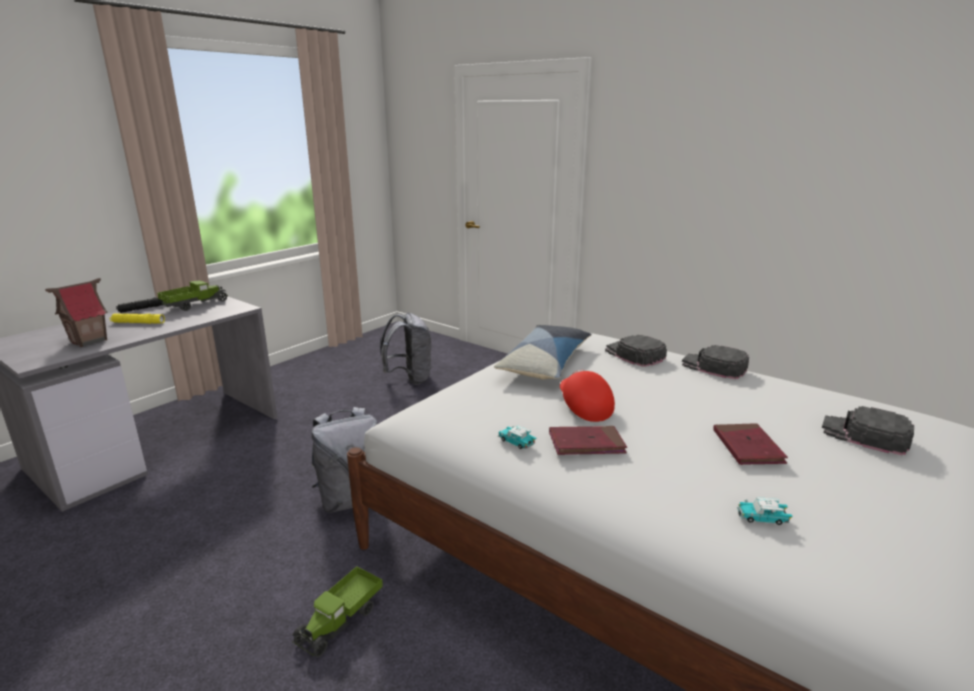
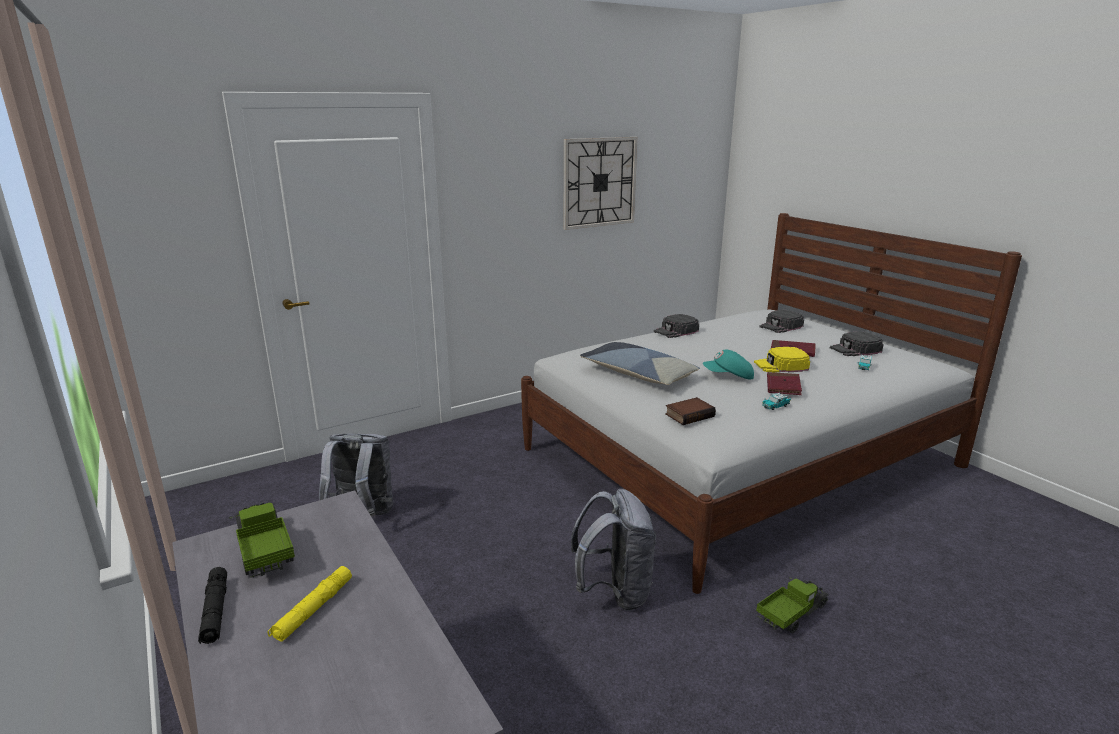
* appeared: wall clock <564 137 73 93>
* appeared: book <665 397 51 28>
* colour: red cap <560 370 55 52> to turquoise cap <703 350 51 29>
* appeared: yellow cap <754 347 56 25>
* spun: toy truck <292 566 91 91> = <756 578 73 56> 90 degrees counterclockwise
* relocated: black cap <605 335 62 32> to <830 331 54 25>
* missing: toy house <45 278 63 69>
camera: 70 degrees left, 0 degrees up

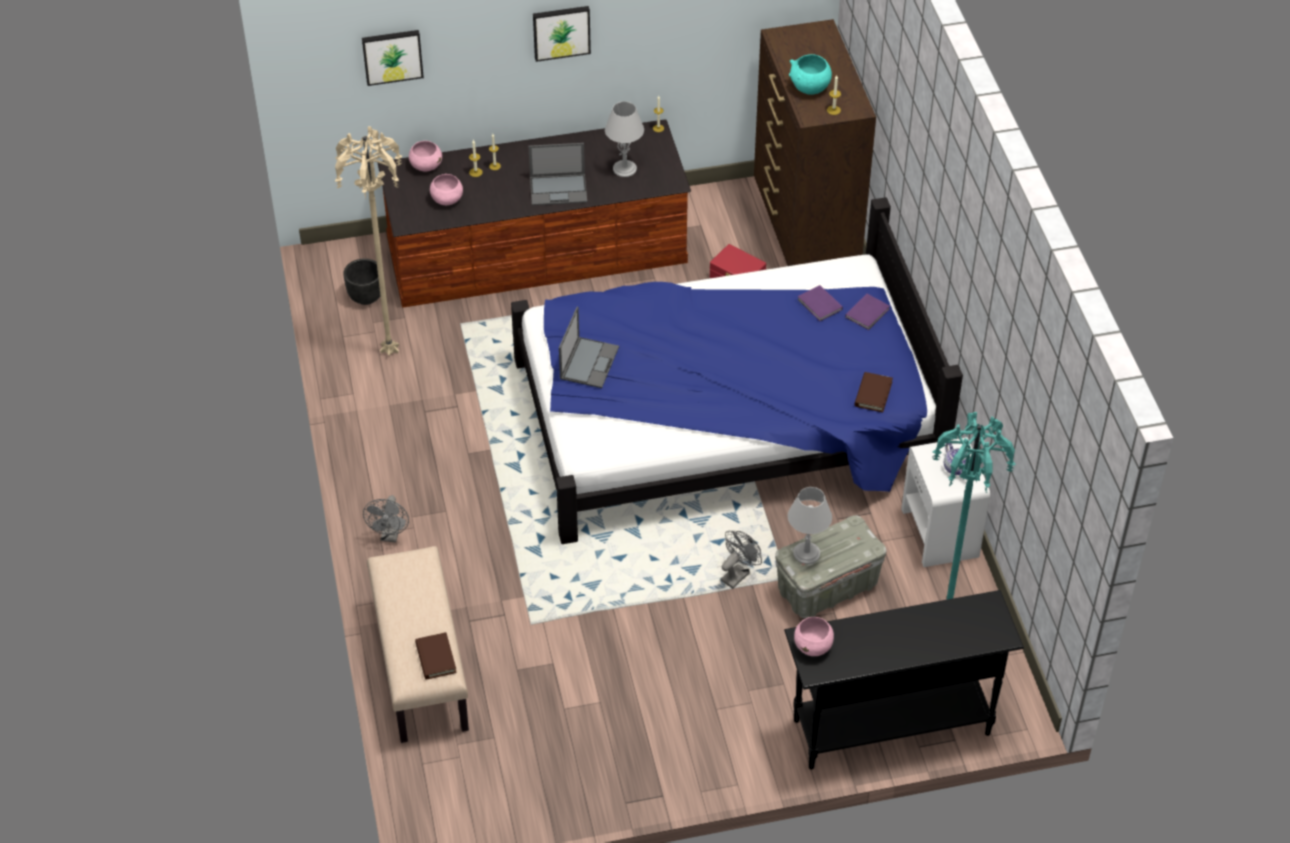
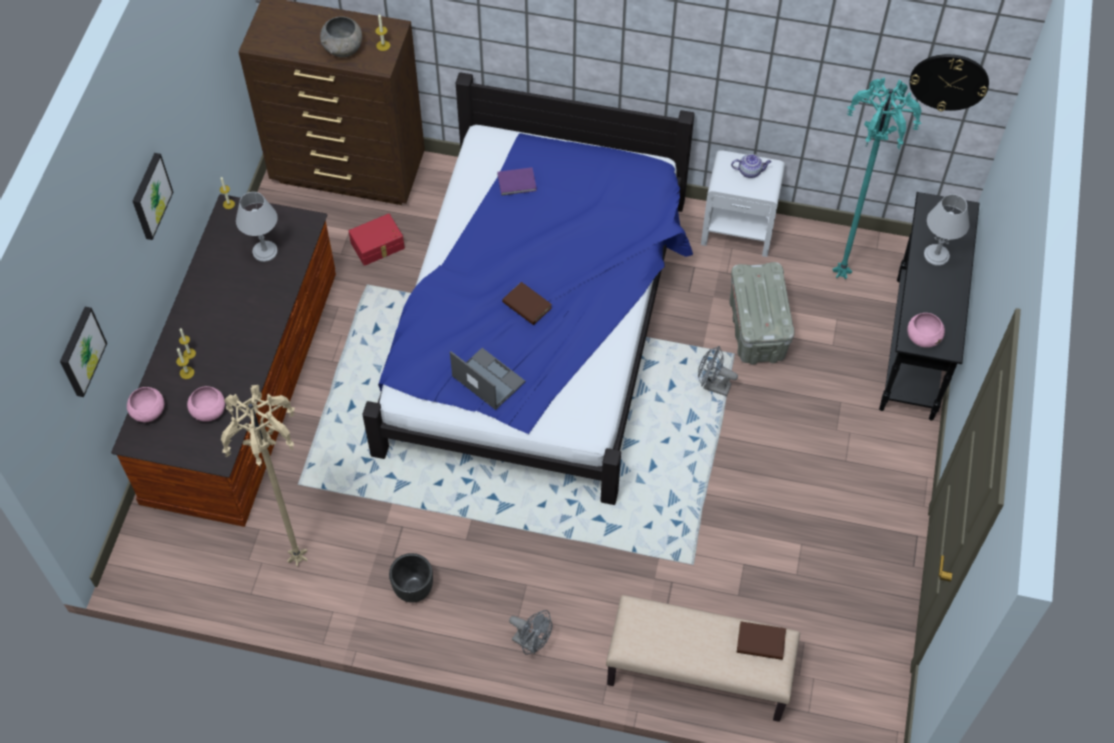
* colour: turquoise bowl <789 54 43 41> to grey bowl <320 17 42 41>
* relocated: black planter <343 258 37 47> to <389 553 44 50>
* relocated: brown book <855 372 38 40> to <502 282 50 43>
* spun: grey fan <721 531 41 58> = <698 346 40 50> 45 degrees counterclockwise
* appeared: wall clock <909 54 80 57>
* relocated: grey table lamp <788 487 44 77> to <924 194 46 72>
* missing: laptop <528 143 59 62>
* missing: purple book <845 294 45 36>
camera: 65 degrees left, 10 degrees up

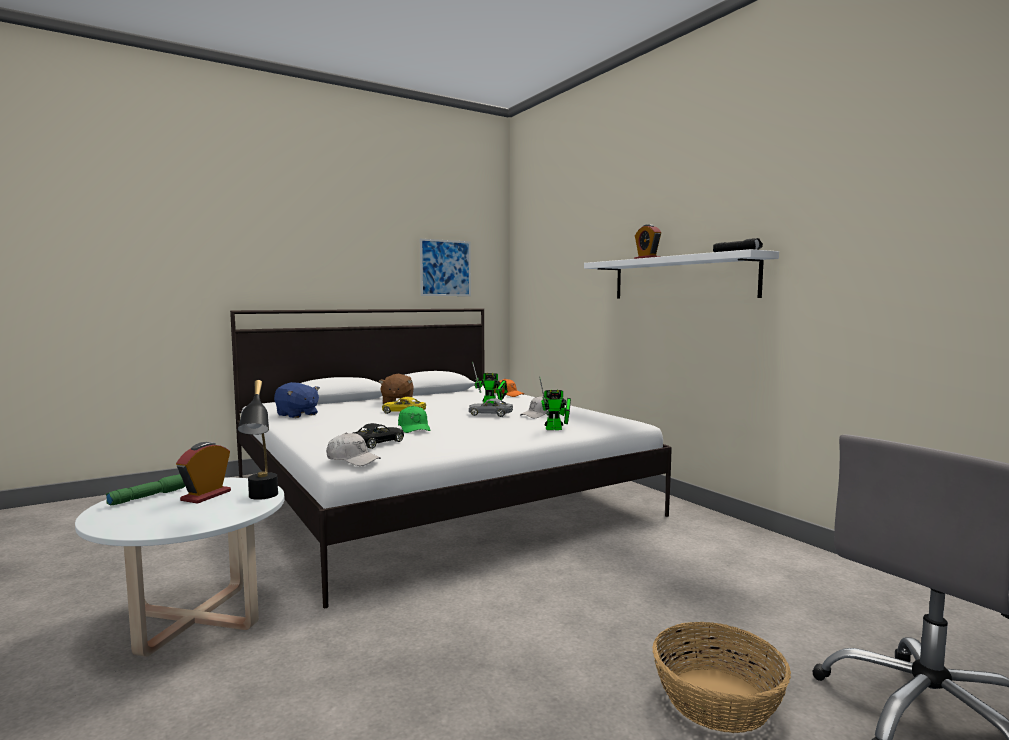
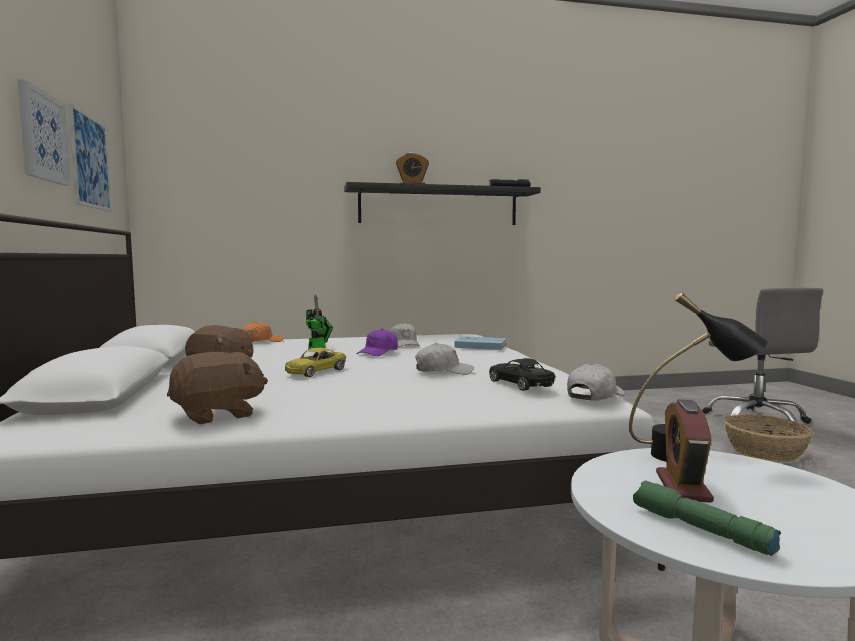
* appeared: picture <18 80 53 106>
* colour: blue plush toy <274 382 46 36> to brown plush toy <167 352 101 72>
* colour: white shelf <584 249 195 50> to black shelf <344 182 197 43>
* exchanged: grey toy car <469 398 44 19> to purple cap <357 329 41 27>
* colour: green cap <398 406 32 27> to white cap <415 343 59 32>
* exchanged: toy robot <539 377 32 53> to blue book <454 336 53 14>
* spun: alarm clock <176 442 55 62> = <656 399 58 104> 60 degrees clockwise
camera: 70 degrees left, 0 degrees up

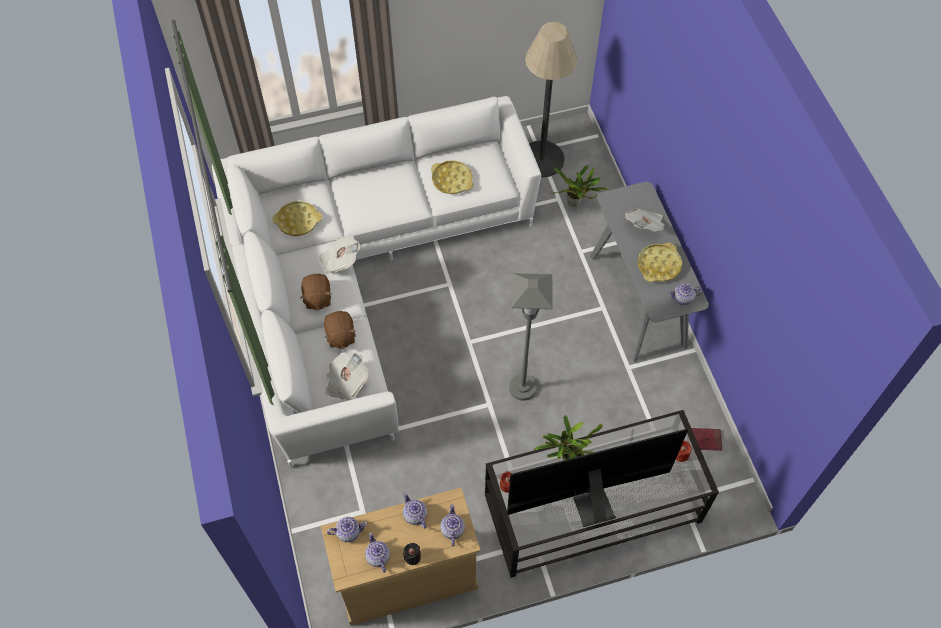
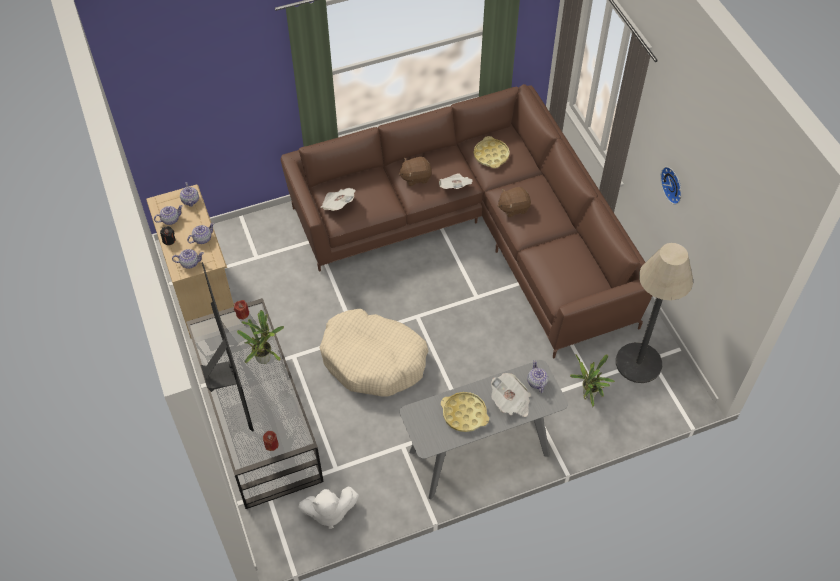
* colour: white sofa <212 96 329 372> to brown sofa <281 84 371 275>
* exchanged: red book <691 428 32 23> to white plush toy <299 486 60 43>
* exchanged: grey floor lamp <509 273 44 128> to beige dog bed <320 309 108 88>
* relocated: brown plush toy <324 311 32 38> to <497 187 34 30>
* relocated: teapot <668 283 35 22> to <527 360 21 33>
* appeared: wall clock <660 167 22 37>
* missing: yellow tray <431 160 42 34>
camera: 85 degrees right, 5 degrees down

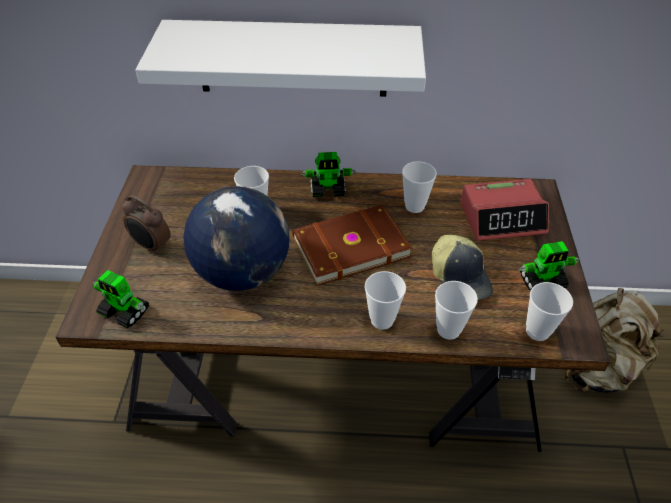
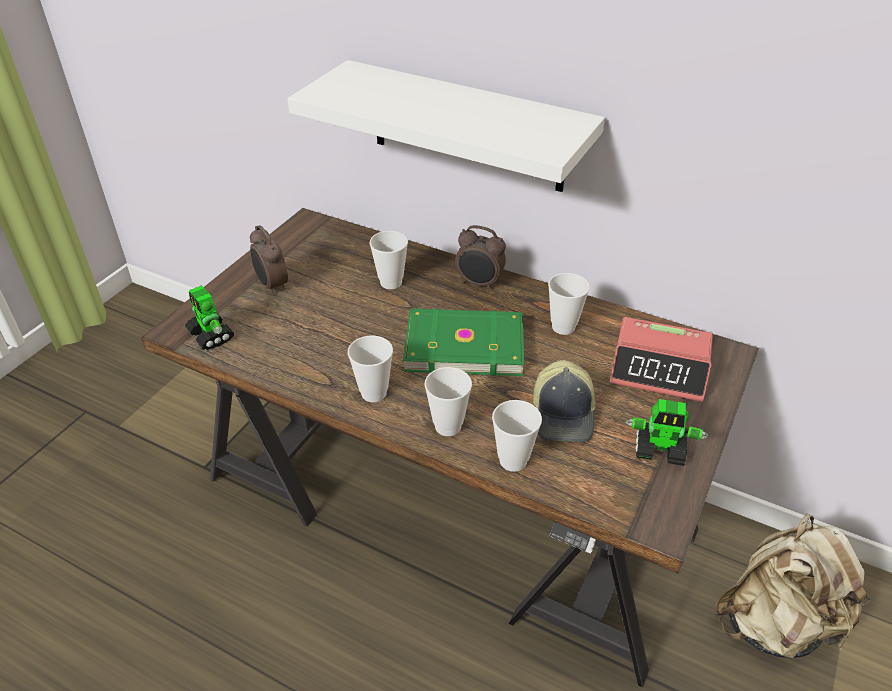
* relocated: cup <526 282 47 59> to <348 336 45 66>
* colour: brown book <292 204 120 82> to green book <403 308 121 68>
* exchanged: toy robot <301 152 55 45> to alarm clock <455 225 51 65>
* missing: globe <183 186 106 105>
camera: 25 degrees right, 5 degrees down

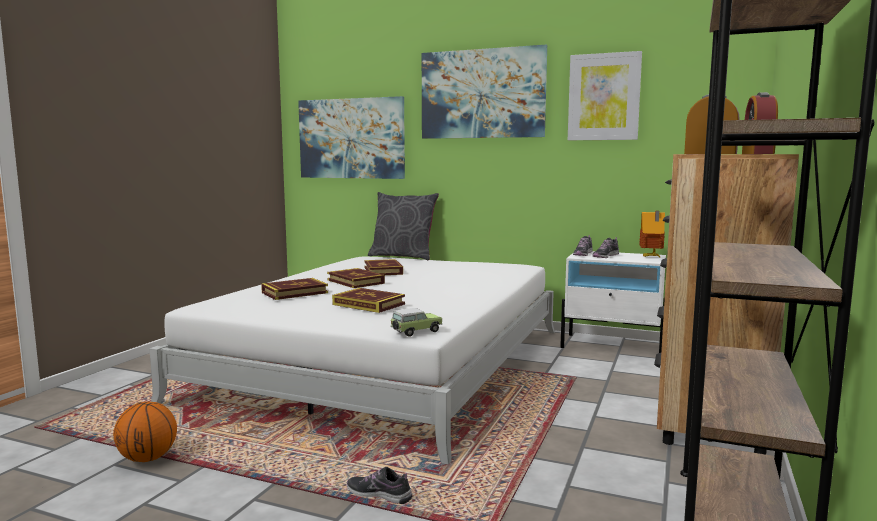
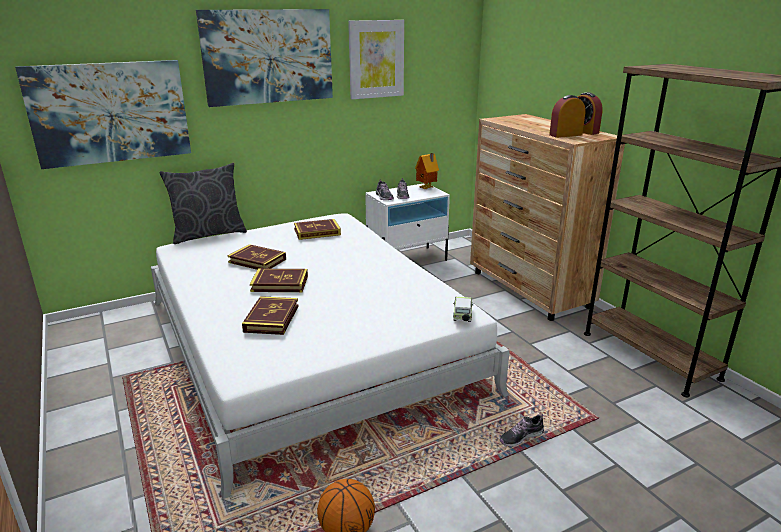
* relocated: book <332 288 73 25> to <294 219 47 21>
camera: 50 degrees left, 15 degrees up

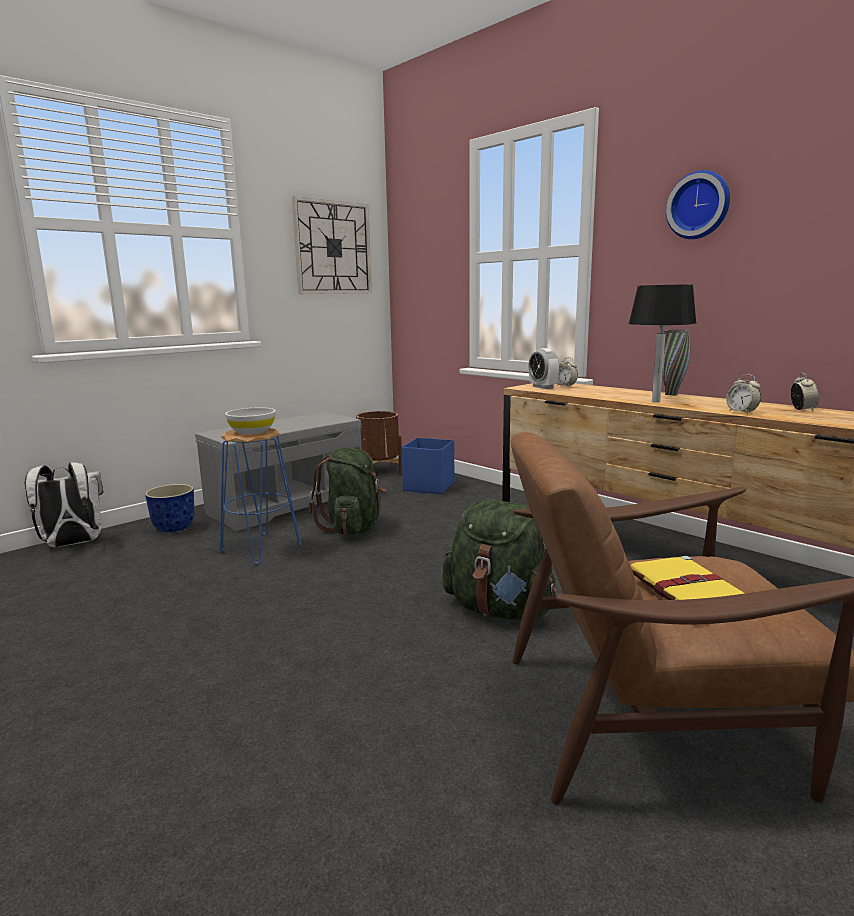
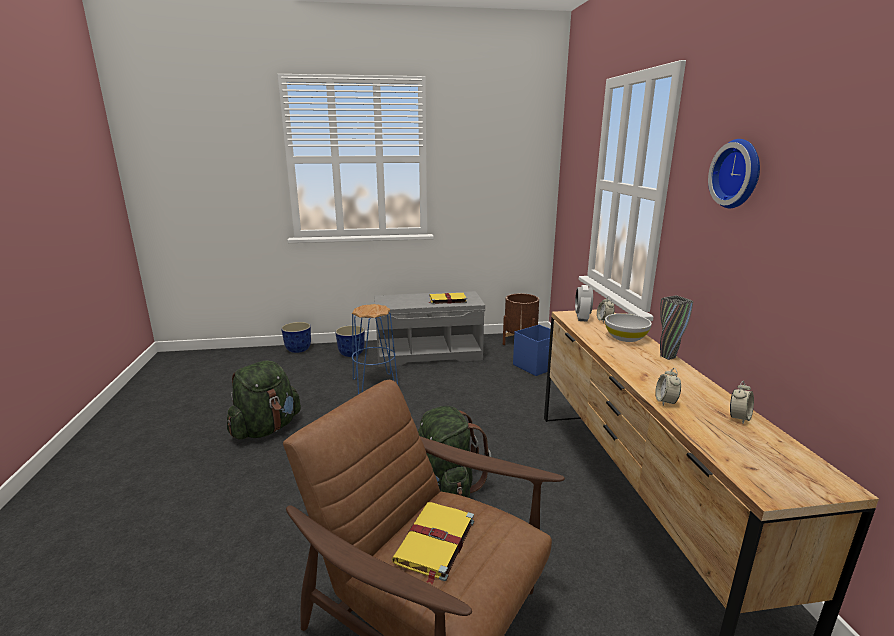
* relocated: green backpack <309 447 78 88> to <227 360 74 80>
* exchanged: white backpack <24 462 79 85> to planter <281 322 30 31>
* appeared: yellow book <429 293 38 11>
* relocated: white bowl <225 408 51 26> to <605 313 47 29>
* missing: wall clock <292 196 80 98>
* missing: black table lamp <628 284 69 118>
camera: 35 degrees right, 5 degrees up

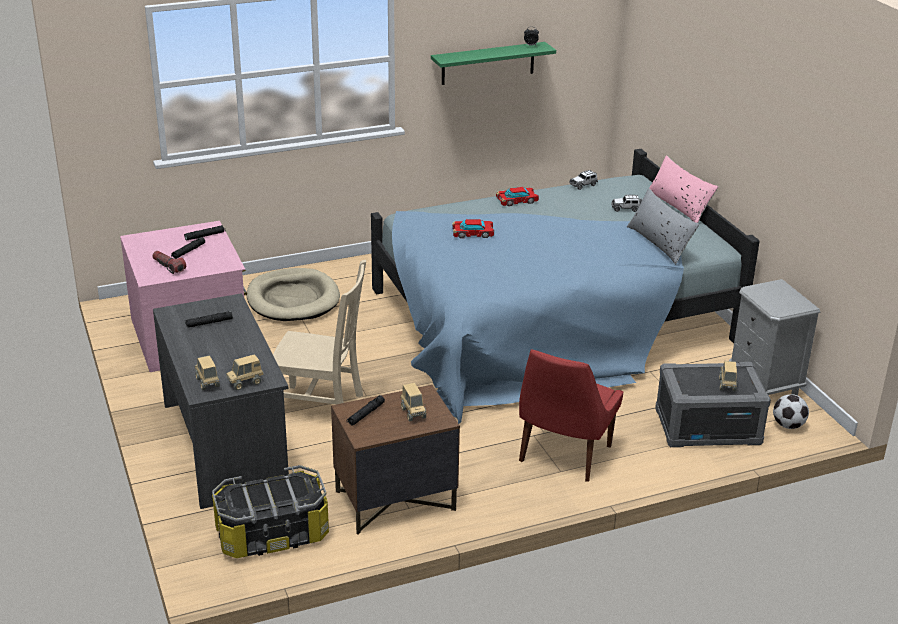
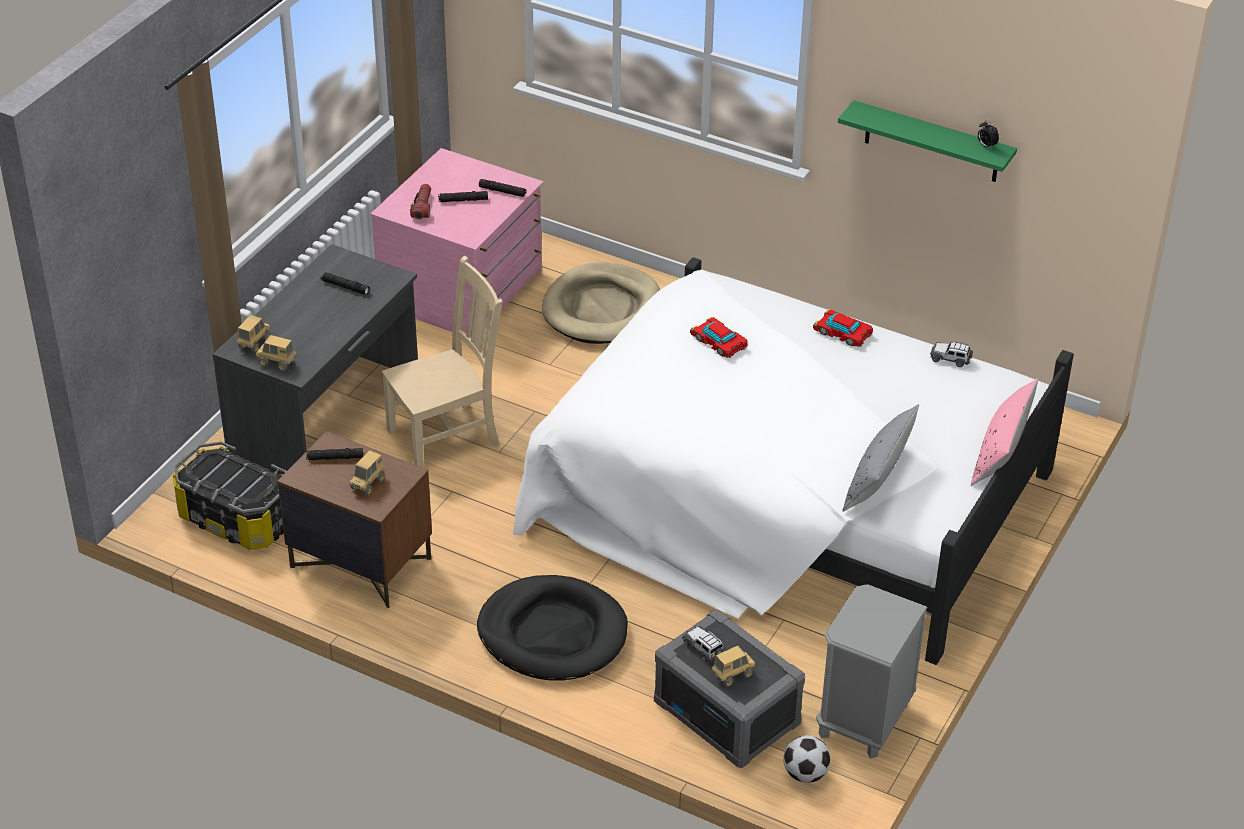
* spun: beige chair <273 260 93 144> = <382 256 121 212> 90 degrees counterclockwise
* exchanged: red chair <519 349 105 133> to black dog bed <477 575 151 106>
* colour: blue bed <371 149 389 275> to white bed <513 257 561 408>
* relocated: toy car <611 195 31 17> to <682 626 43 36>
camera: 50 degrees right, 10 degrees up

